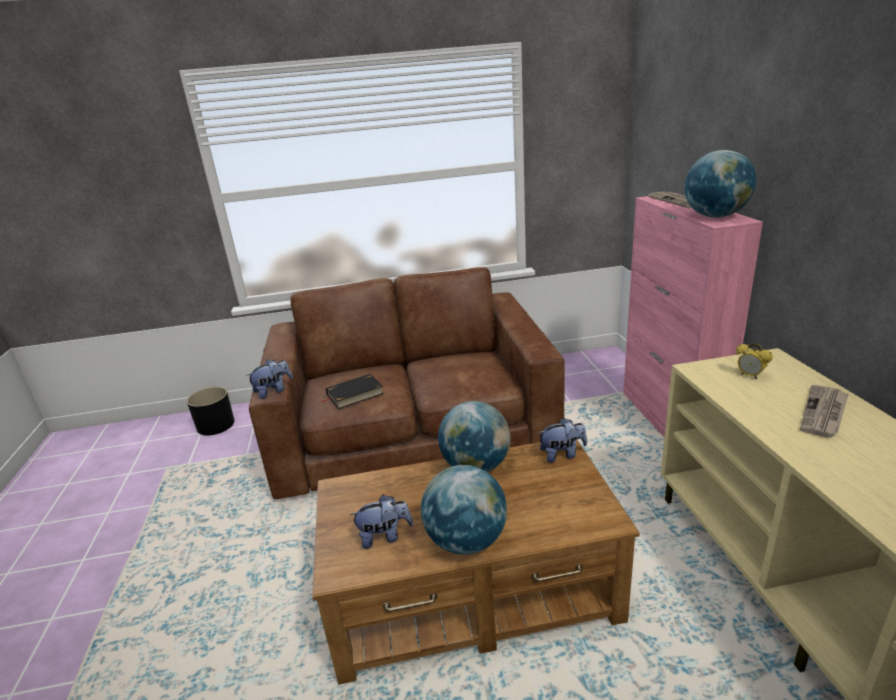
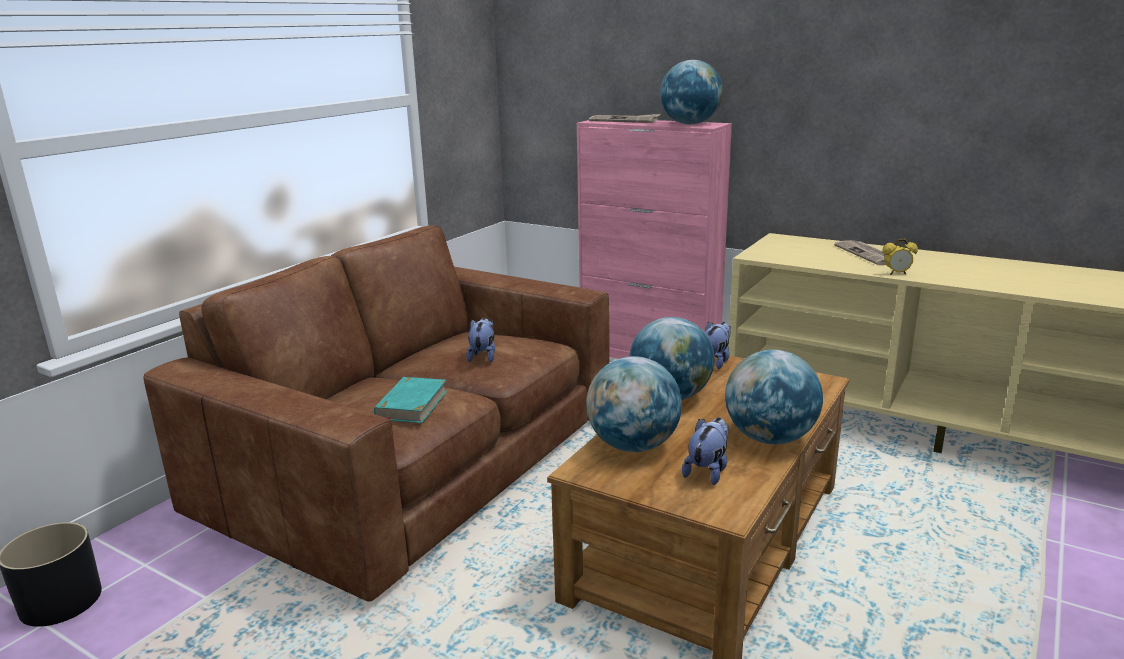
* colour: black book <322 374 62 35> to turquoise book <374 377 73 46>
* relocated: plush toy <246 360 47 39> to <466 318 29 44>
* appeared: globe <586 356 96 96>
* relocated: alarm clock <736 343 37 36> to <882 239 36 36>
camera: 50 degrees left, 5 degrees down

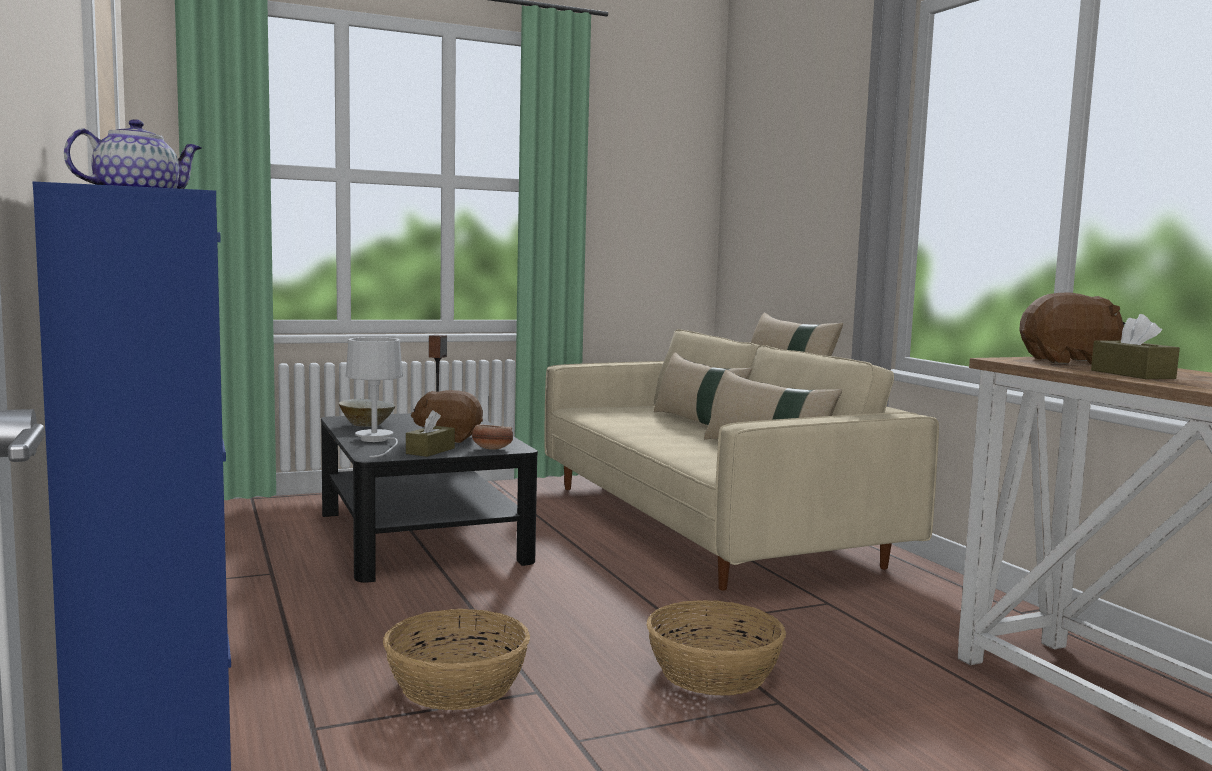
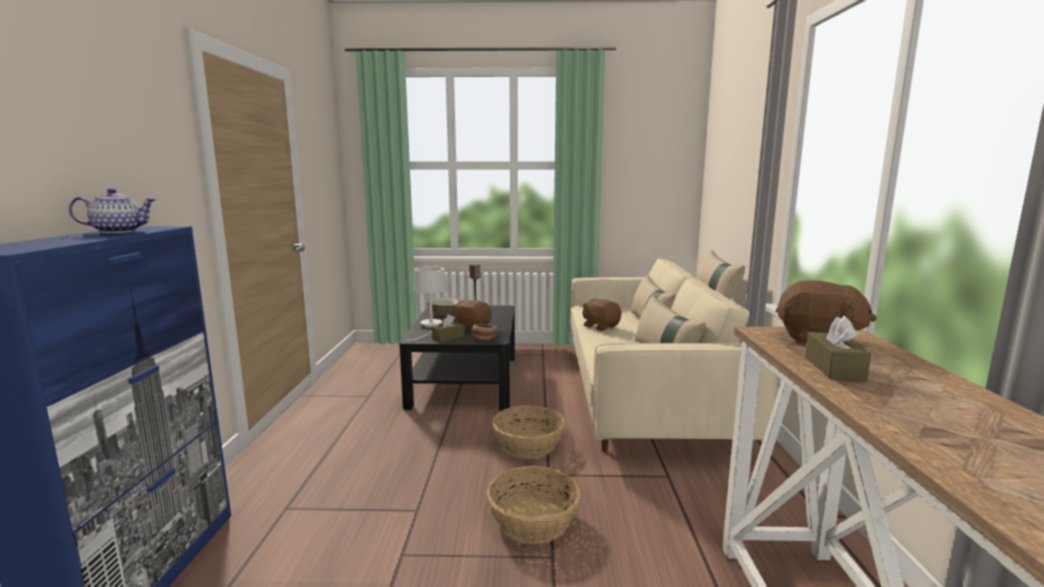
* relocated: basket <383 609 147 101> to <492 405 73 53>
* appeared: brown plush toy <582 299 40 32>
camera: 25 degrees right, 5 degrees up

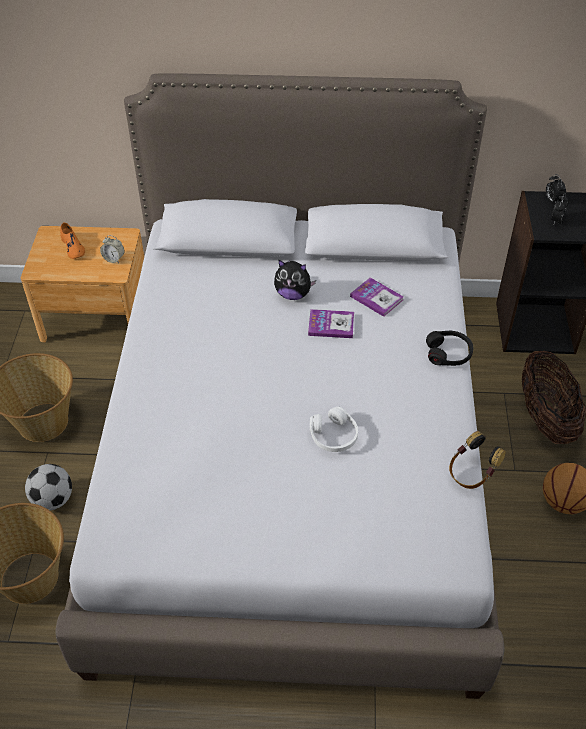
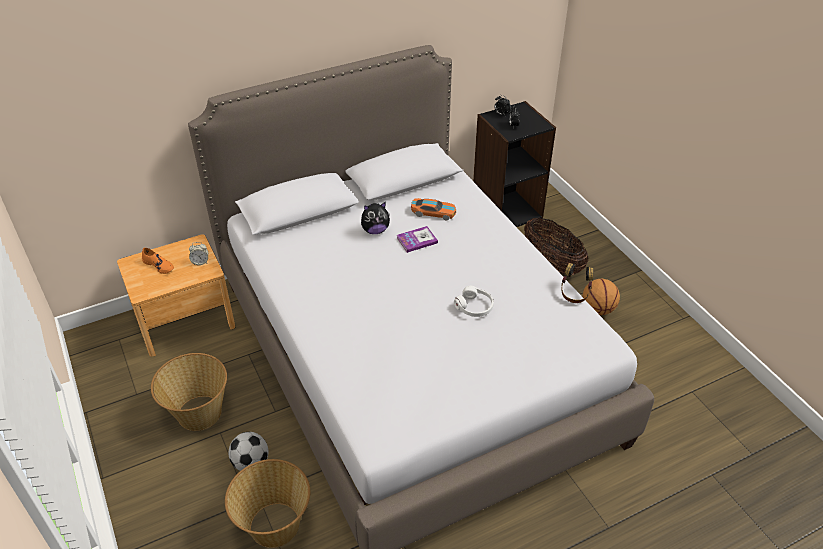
* exchanged: book <350 277 54 40> to toy car <411 198 45 23>
* missing: black headphones <426 331 48 35>
camera: 30 degrees left, 5 degrees down

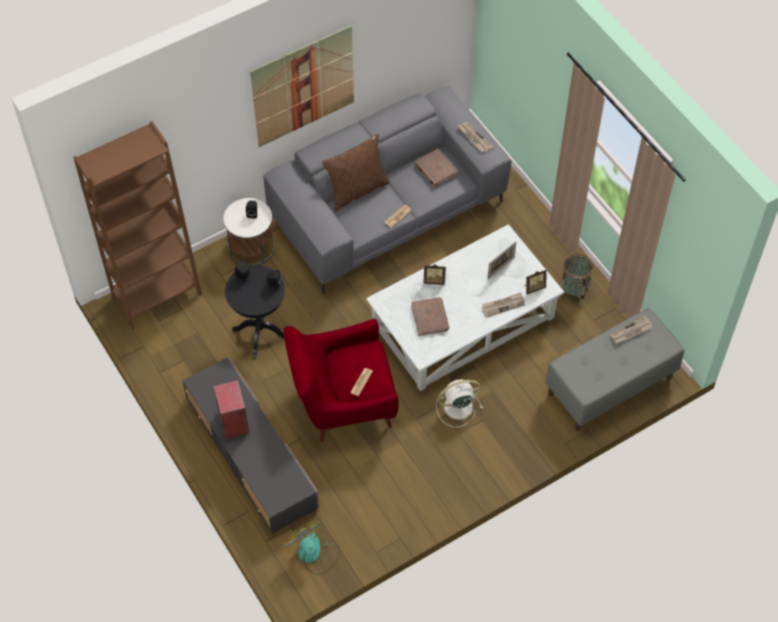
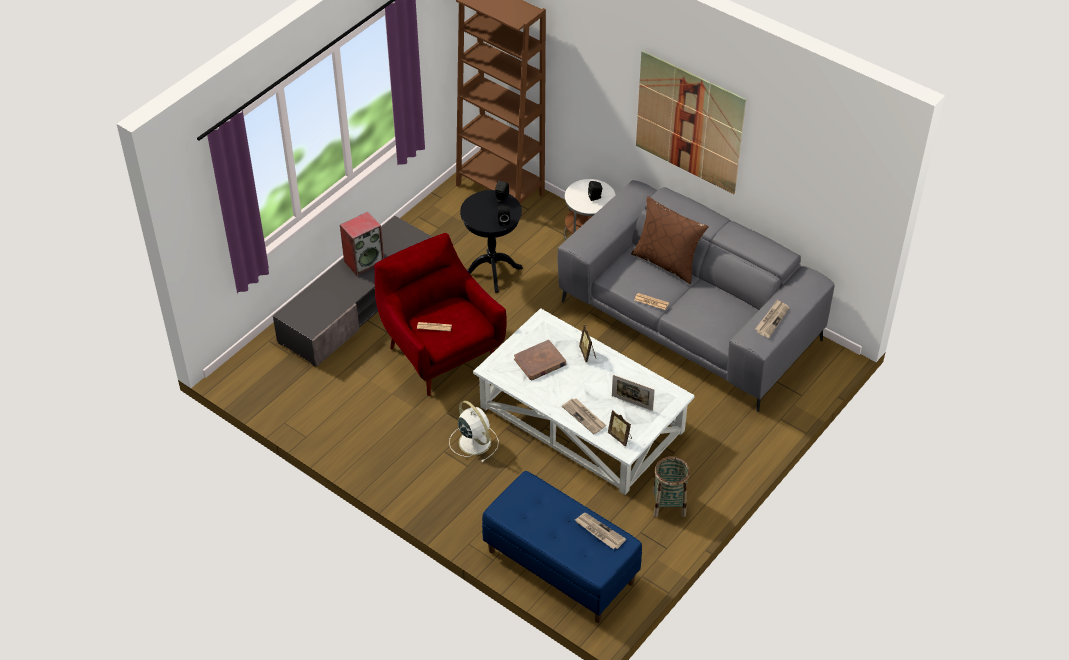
* colour: grey bench <545 308 139 123> to blue bench <482 471 160 152>
* missing: fan <283 520 57 55>
* missing: brown book <414 149 44 38>
camera: 70 degrees right, 10 degrees down

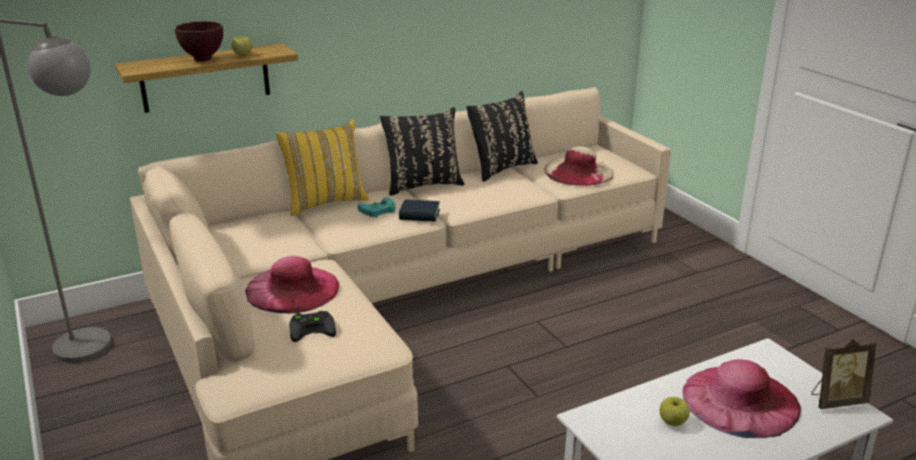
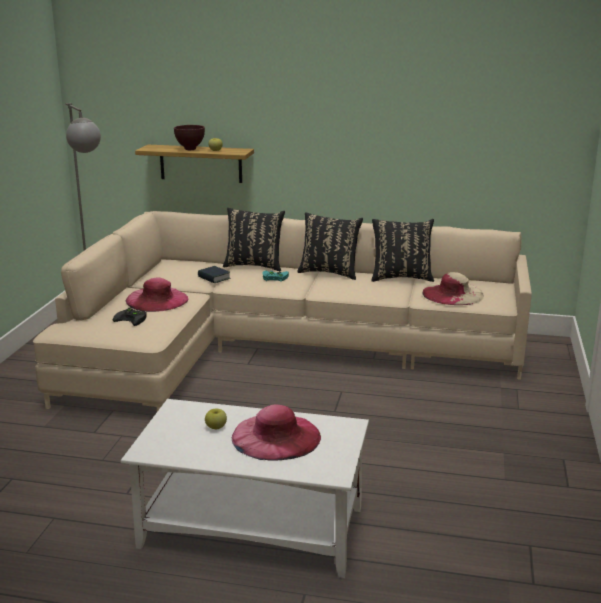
* relocated: book <399 200 41 22> to <198 266 33 17>
* colour: yellow pillow <275 120 94 96> to black pillow <223 208 62 63>
* missing: picture frame <811 339 66 70>
camera: 40 degrees right, 5 degrees down

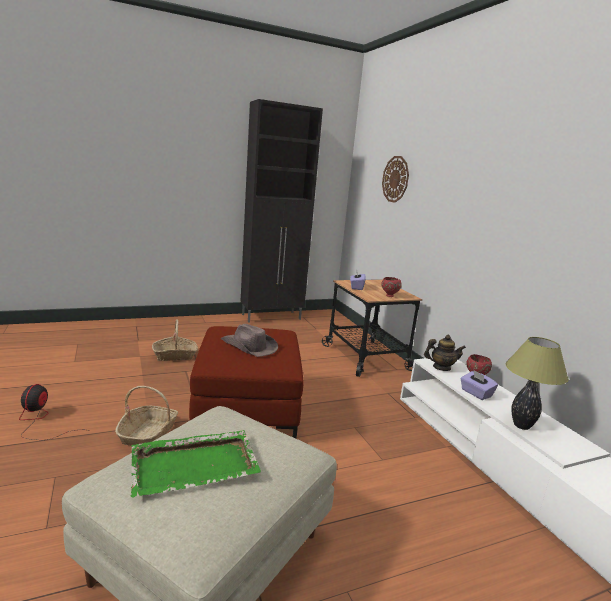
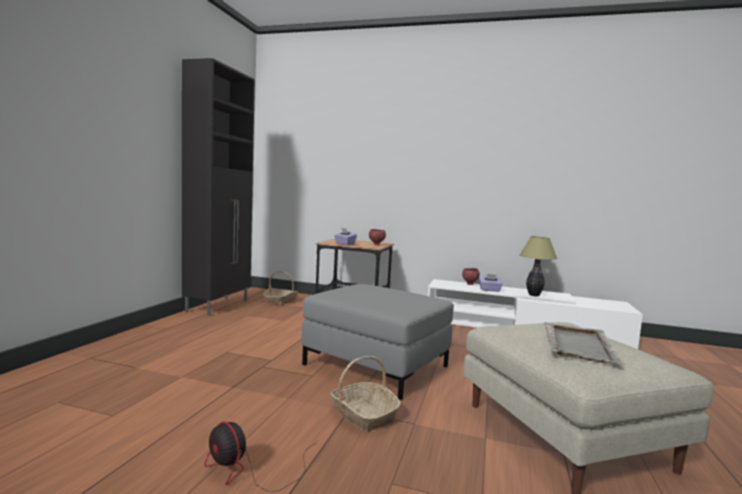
* relocated: basket <152 319 46 42> to <263 271 36 34>
* colour: red ottoman <189 326 115 113> to grey ottoman <301 284 153 116>
* colour: green tray <131 430 130 68> to grey tray <544 322 82 43>
* missing: brown hat <220 324 58 33>
* missing: wall clock <382 156 27 47>
* missing: teapot <424 335 42 36>
camera: 50 degrees left, 10 degrees down

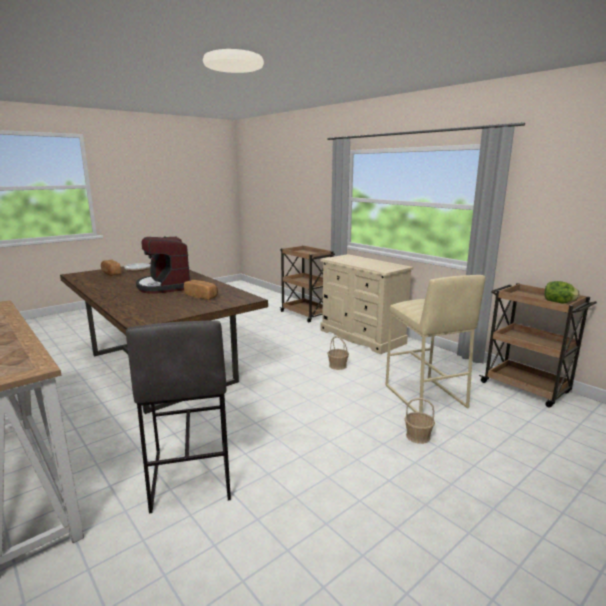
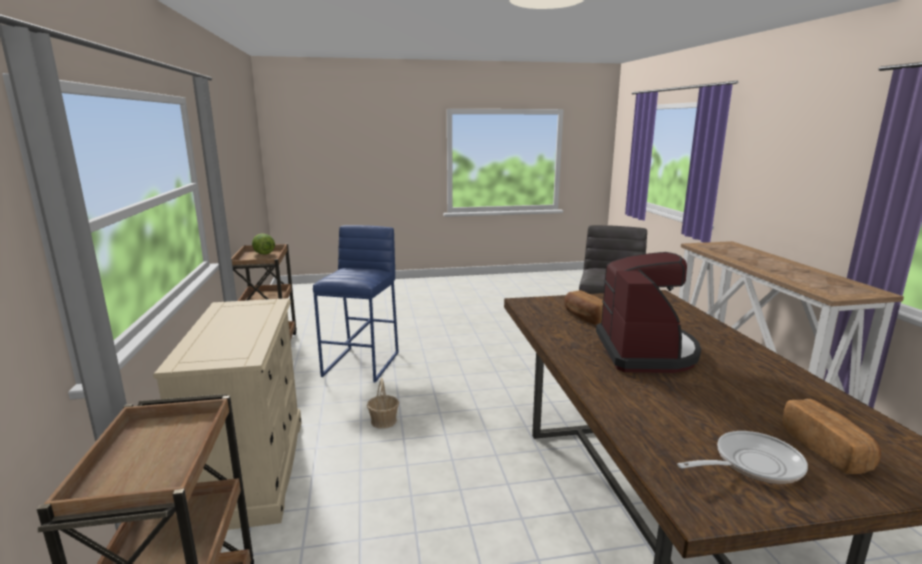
* colour: beige stool <385 275 101 138> to blue stool <313 225 86 158>
* missing: basket <404 398 31 46>
camera: 150 degrees left, 0 degrees up

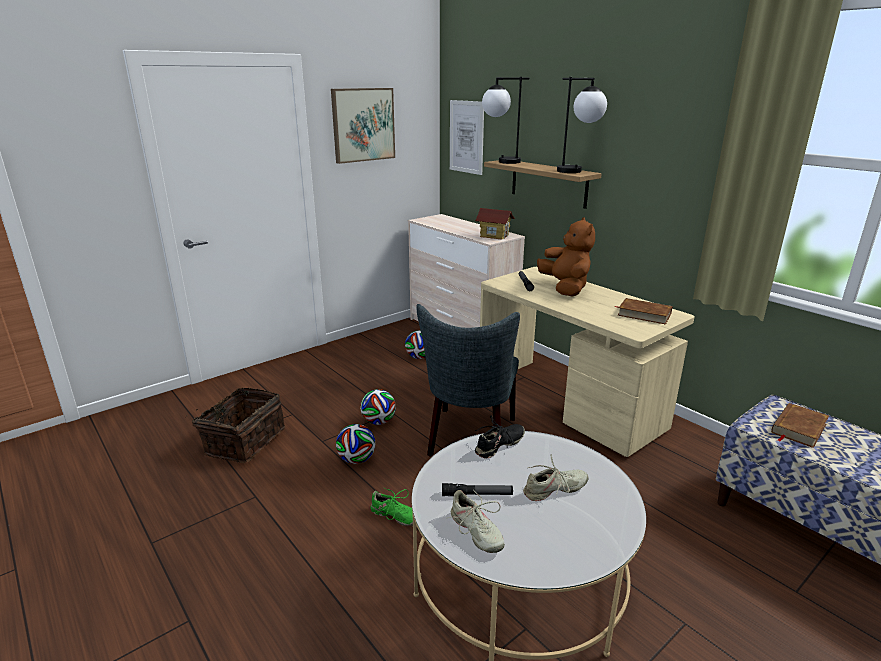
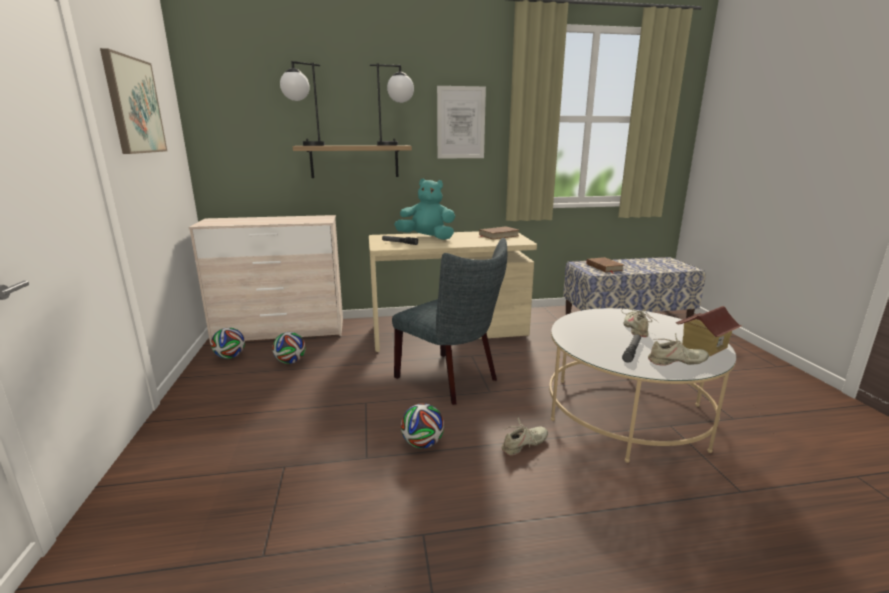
* relocated: football <360 389 36 36> to <211 327 34 32>
* colour: brown plush toy <537 217 58 80> to turquoise plush toy <394 178 61 62>
* relocated: picture <450 100 34 75> to <437 86 49 73>
* colour: green shoe <371 488 42 38> to beige shoe <502 417 46 39>
* relocated: toy house <475 208 40 32> to <675 306 67 50>
* missing: basket <186 388 99 75>
* missing: black shoe <475 416 50 43>
camera: 60 degrees left, 5 degrees down

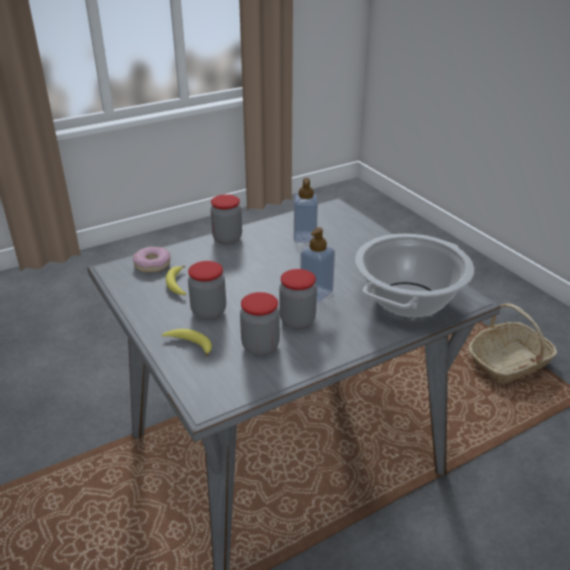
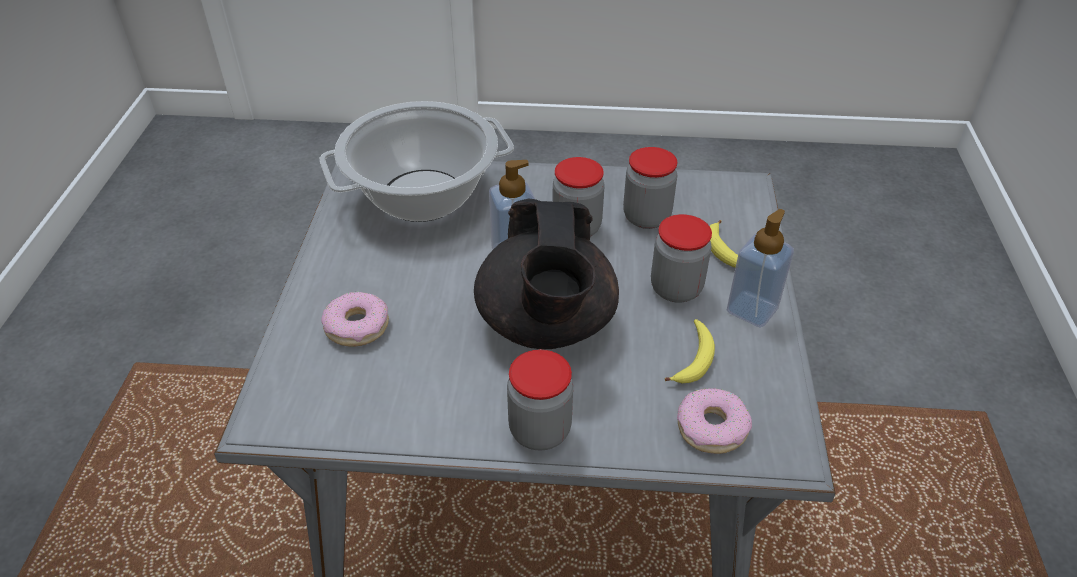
* appeared: donut <321 292 68 55>
* appeared: black teapot <474 199 145 150>
* relocated: soap dispenser <294 178 24 65> to <727 209 67 119>
* missing: basket <468 303 89 81>
camera: 145 degrees left, 10 degrees up

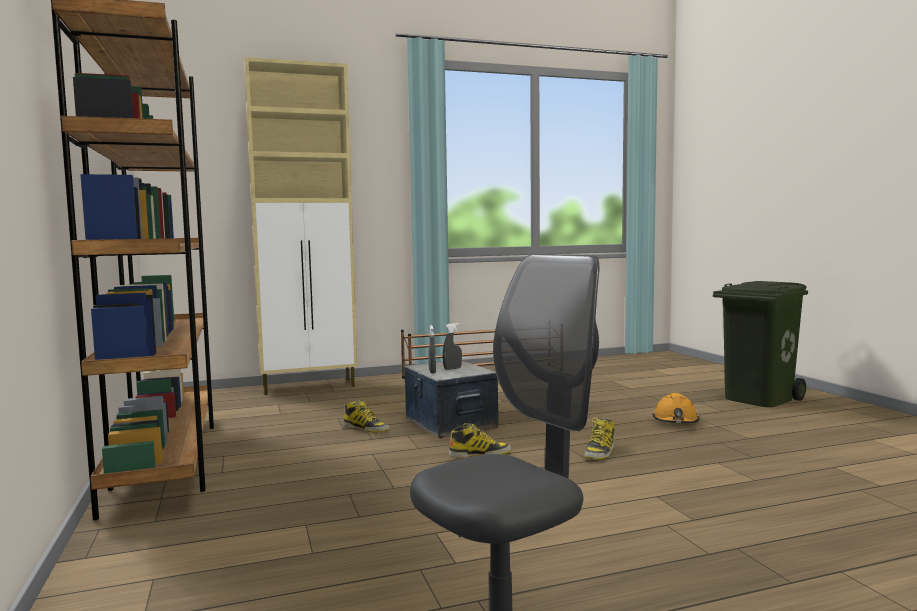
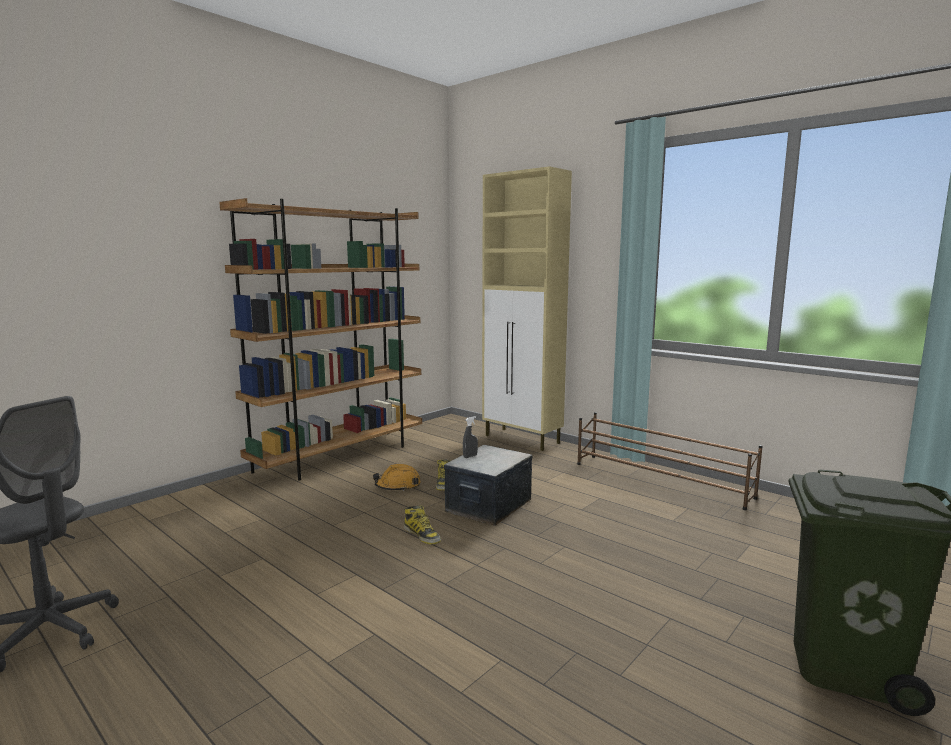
* relocated: orange hard hat <652 393 47 30> to <373 464 48 27>
* missing: grey spray bottle <443 323 19 47>
* missing: boot <584 417 31 43>
camera: 60 degrees right, 5 degrees up

